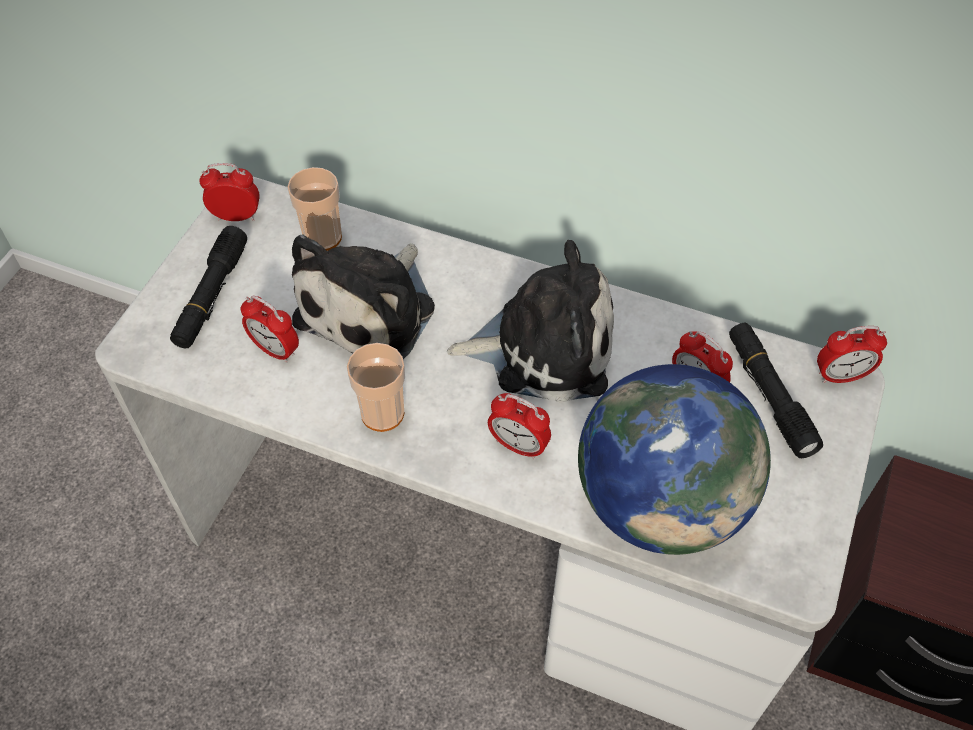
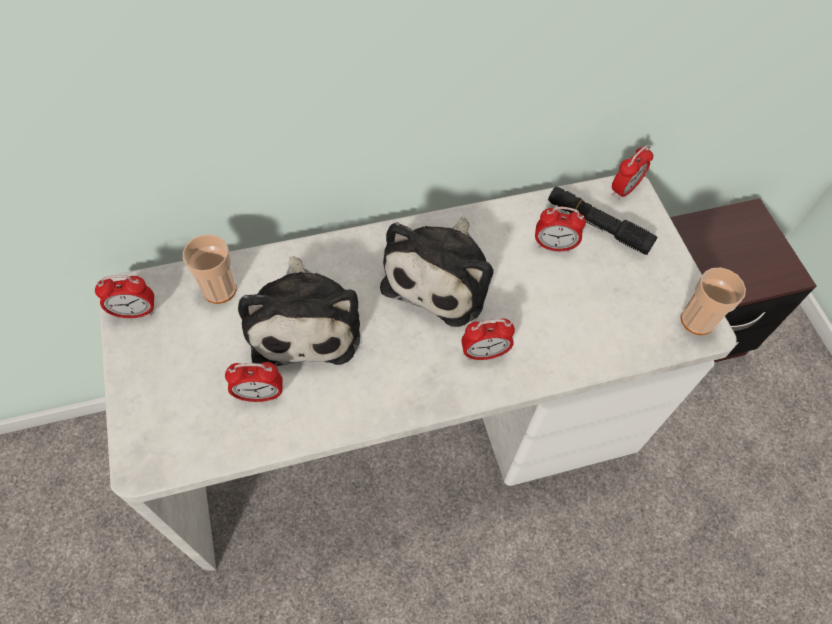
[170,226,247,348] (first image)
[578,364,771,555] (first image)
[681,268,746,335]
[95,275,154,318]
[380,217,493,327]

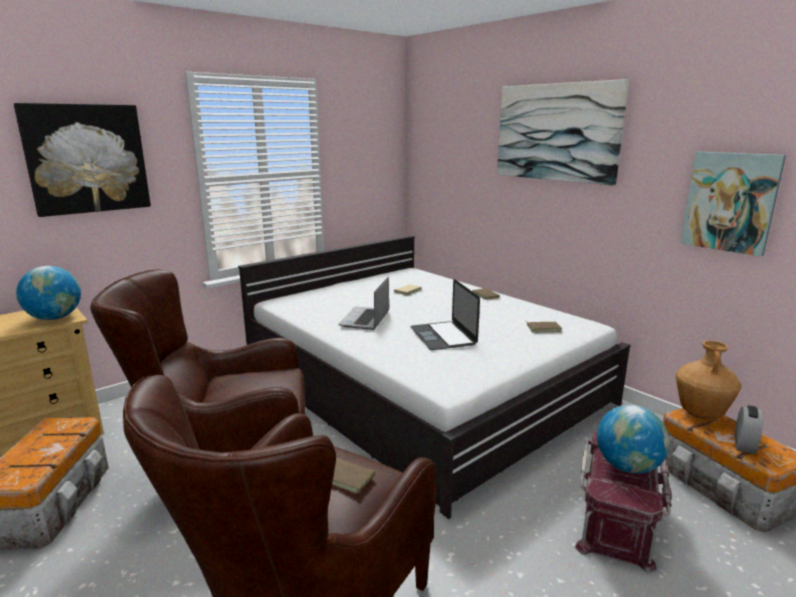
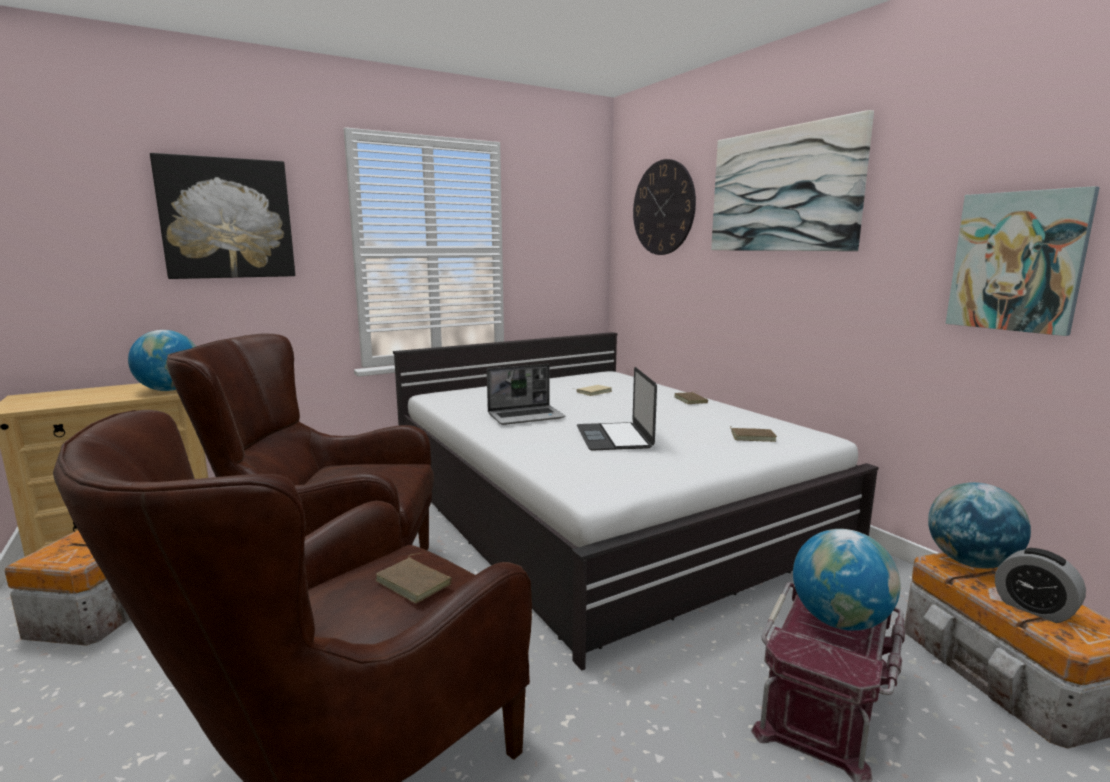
[633,159,696,255]
[928,482,1031,569]
[487,364,566,425]
[995,548,1086,623]

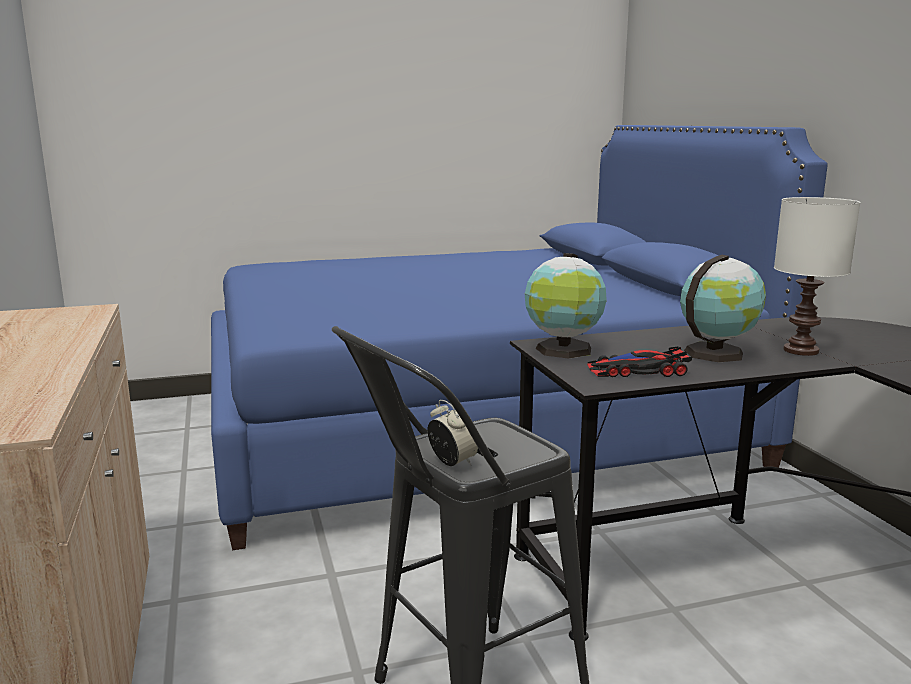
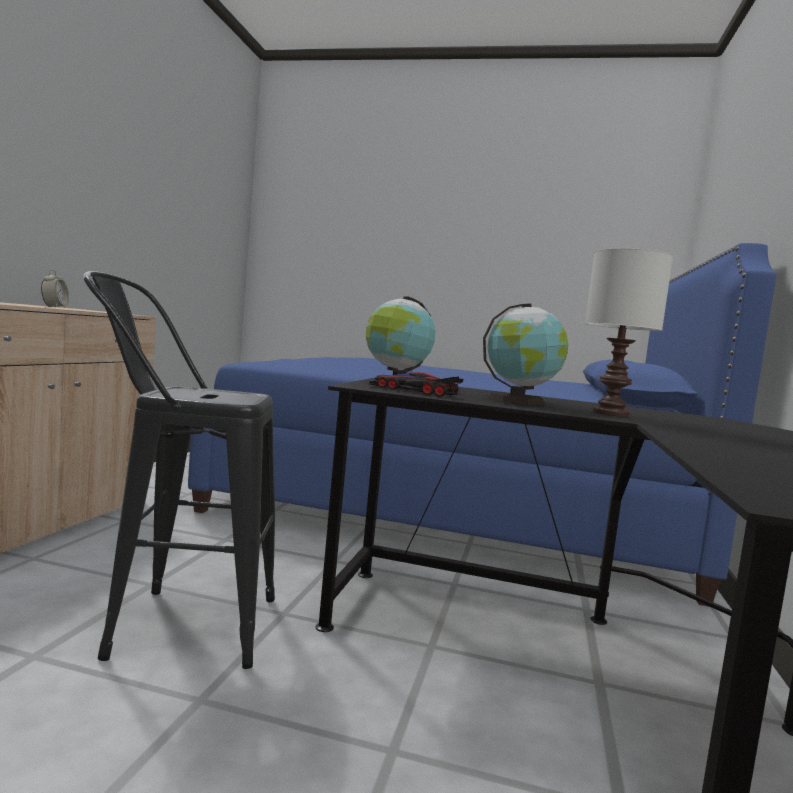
[41,269,69,308]

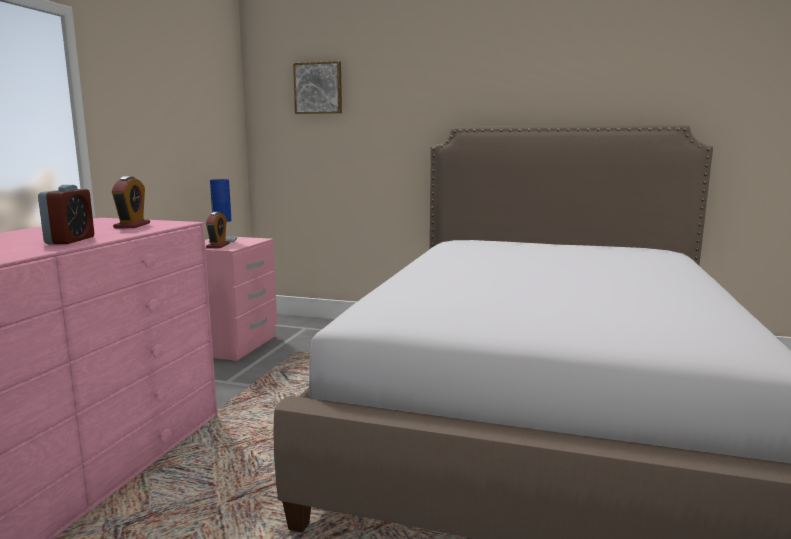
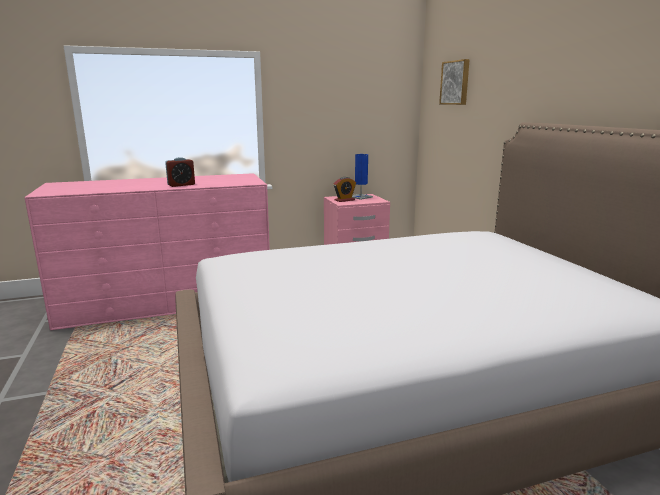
[112,176,150,228] (first image)

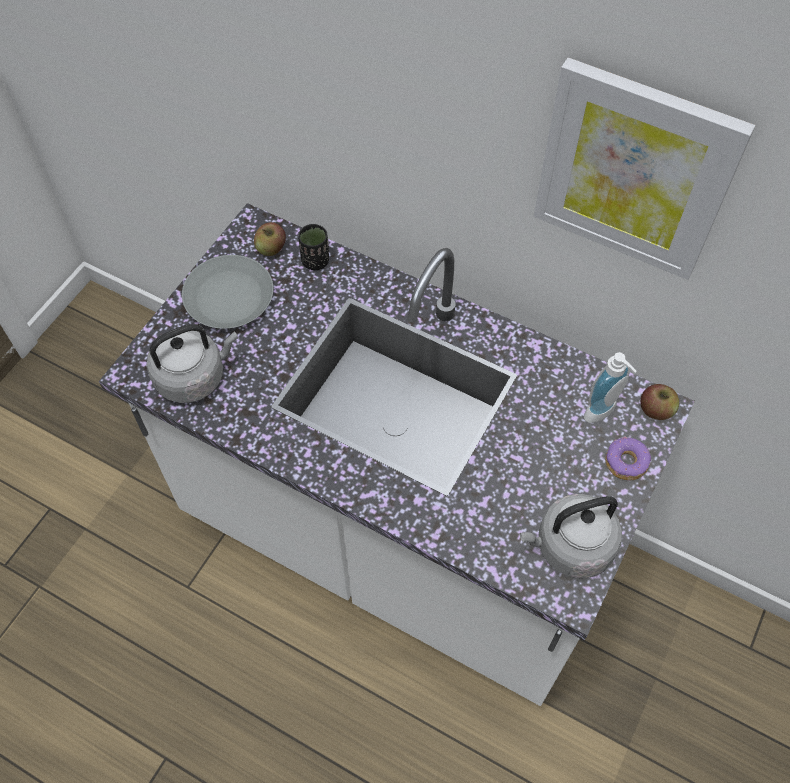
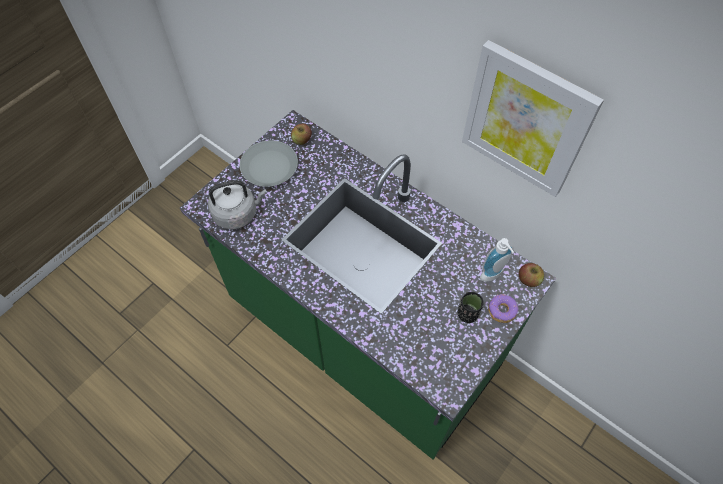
[519,494,622,578] (first image)
[458,292,484,323]
[180,110,556,460]

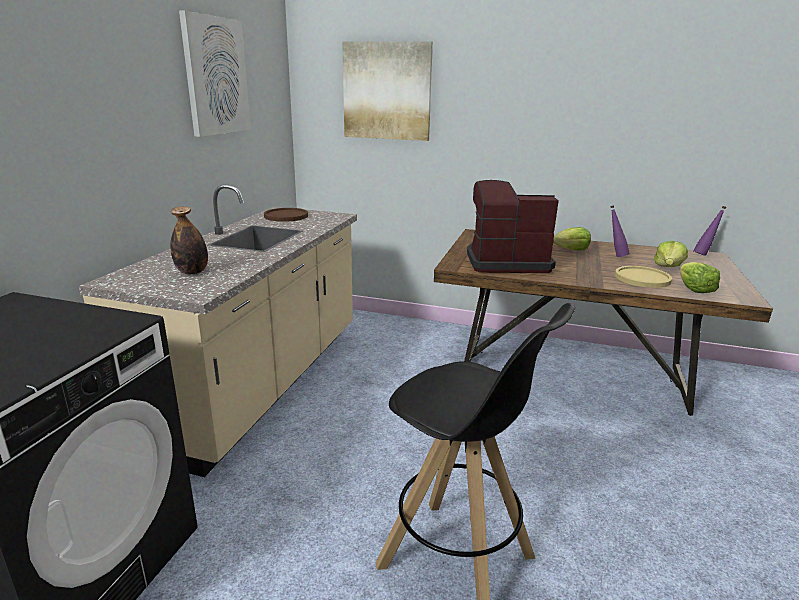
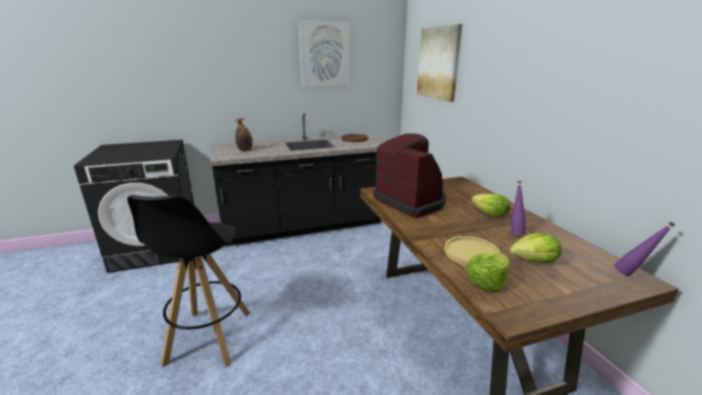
[210,113,383,246]

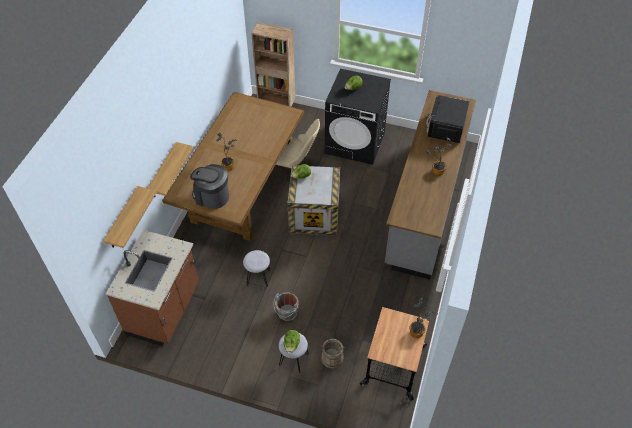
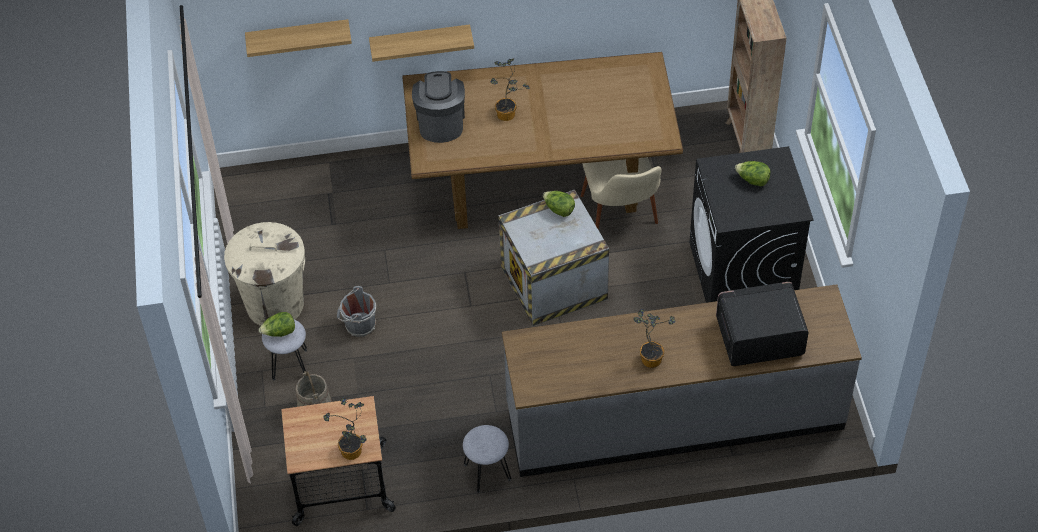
[106,230,199,346] (first image)
[224,222,305,326]
[463,425,511,493]

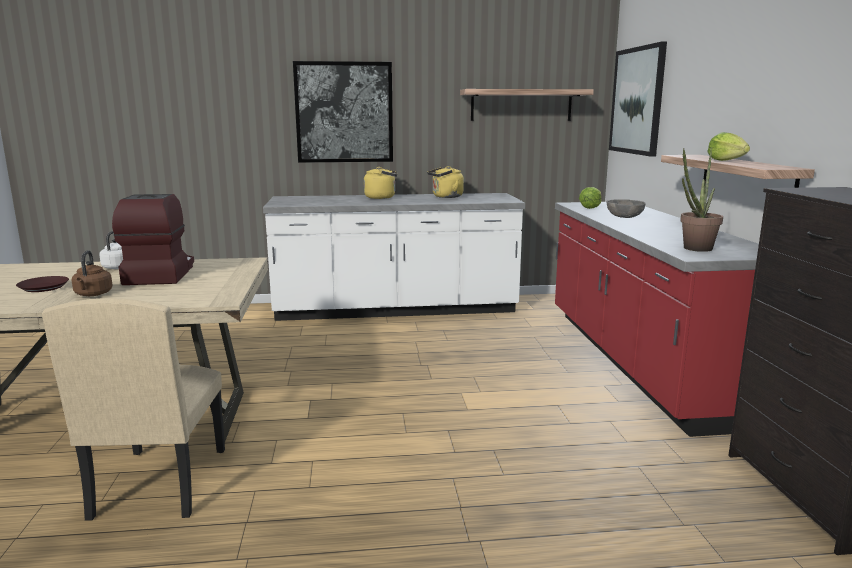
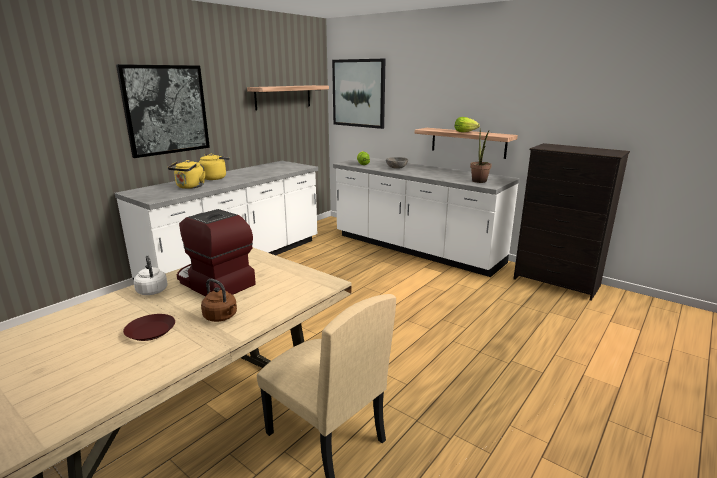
[168,160,206,189]
[333,158,520,277]

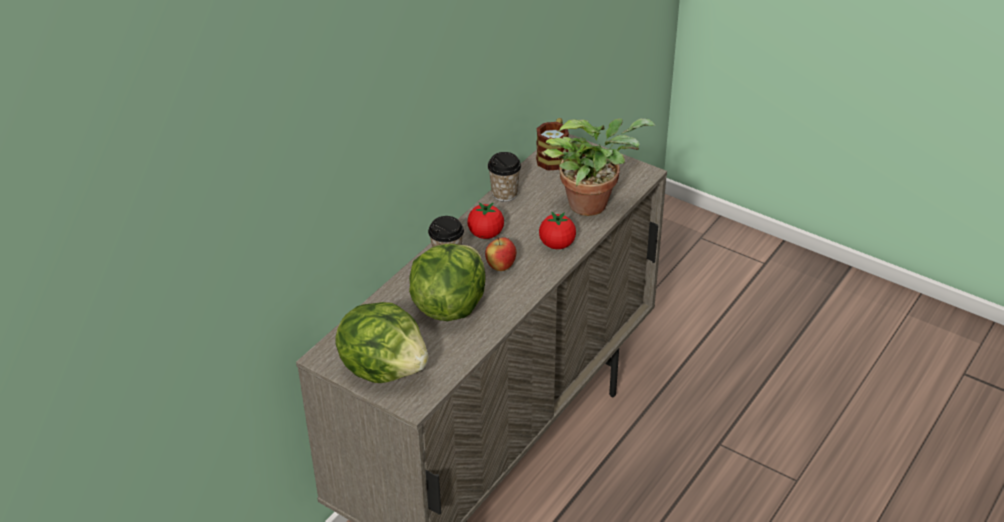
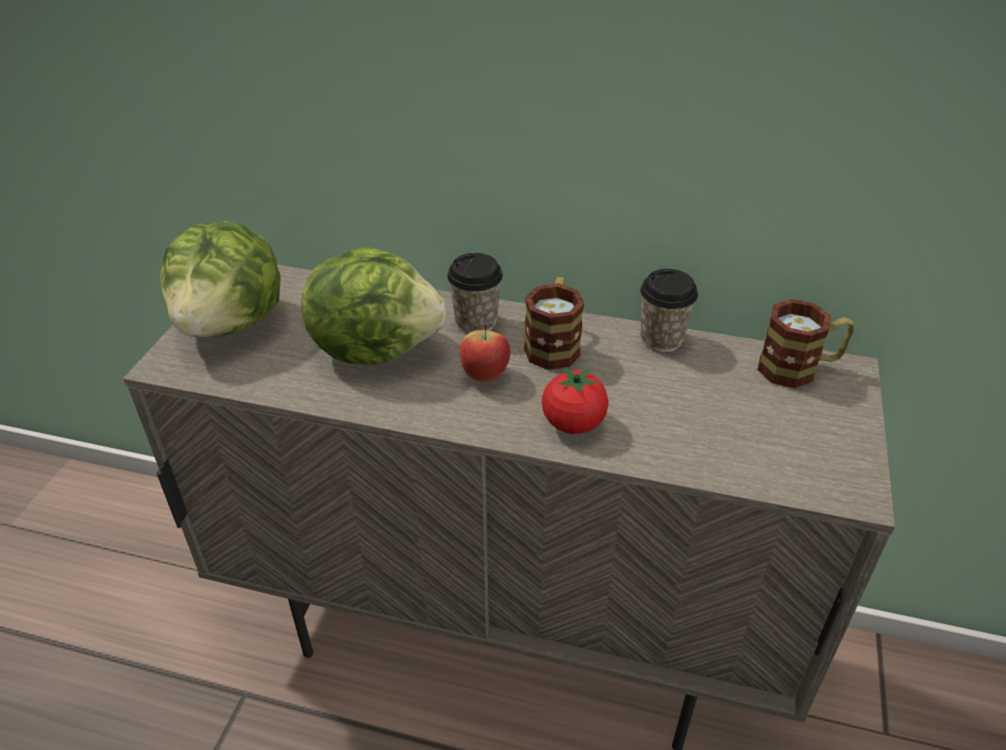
[543,118,656,216] (first image)
[524,277,584,370]

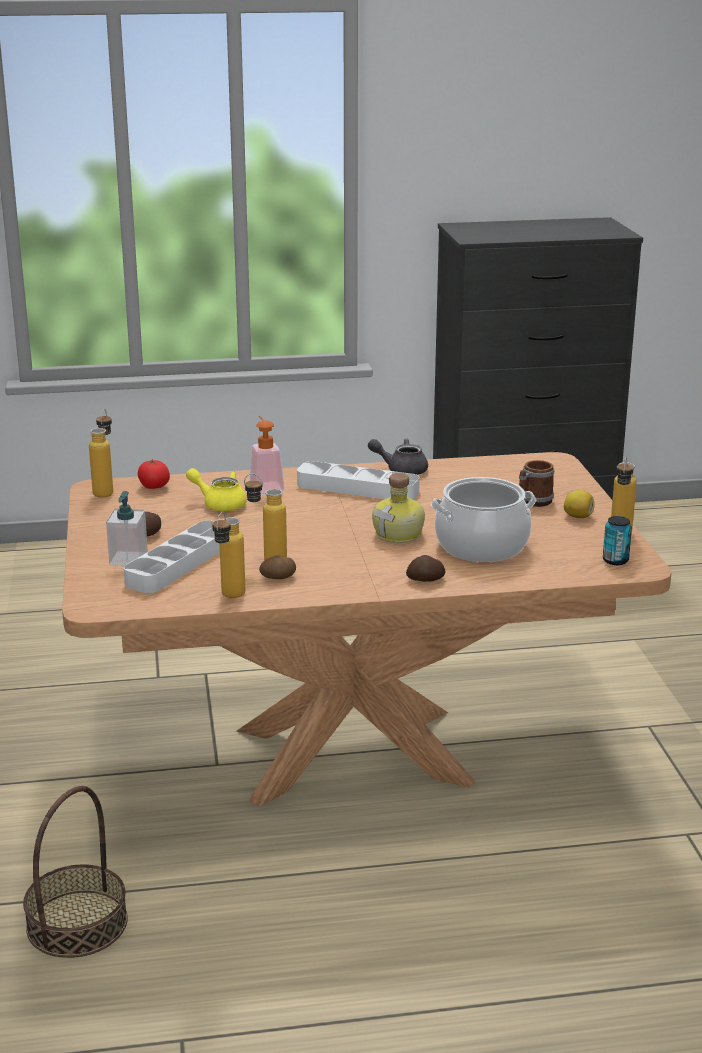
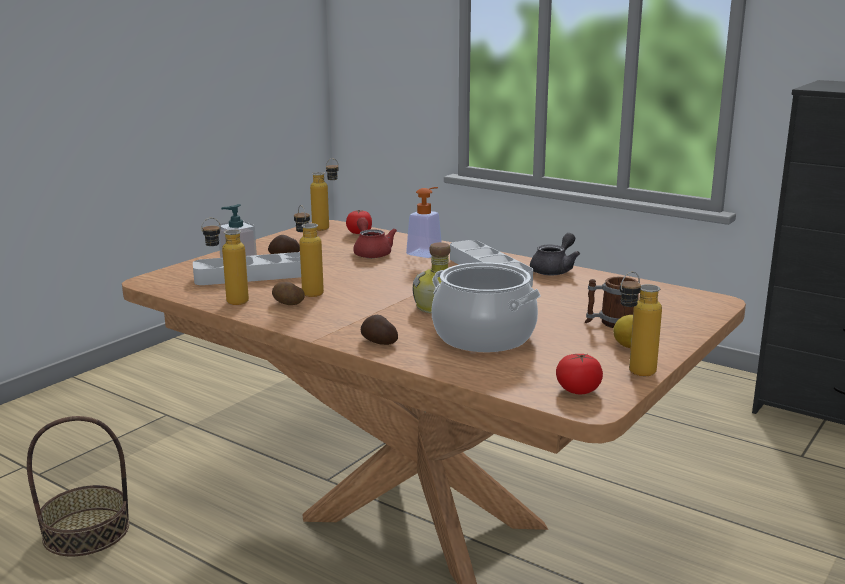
[556,354,603,394]
[353,217,397,258]
[530,233,580,276]

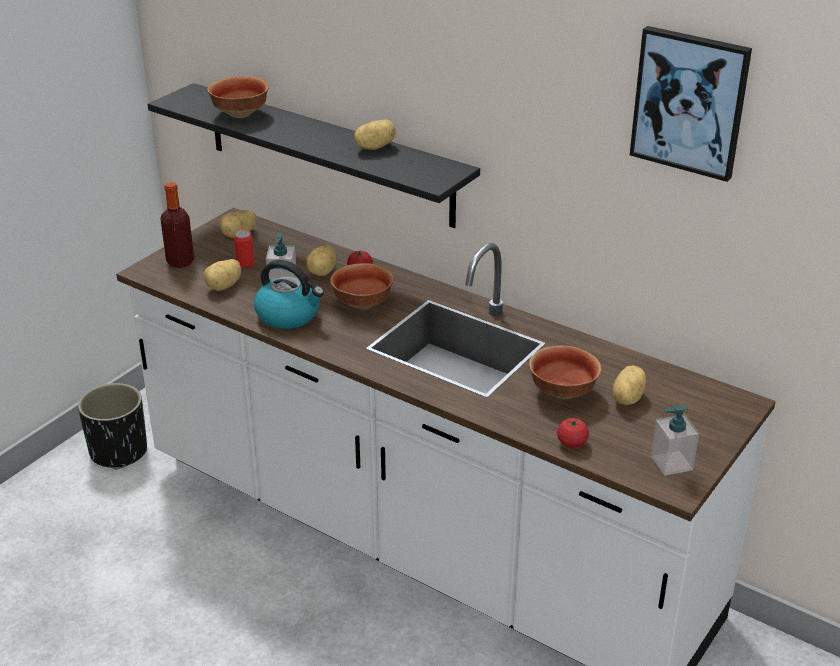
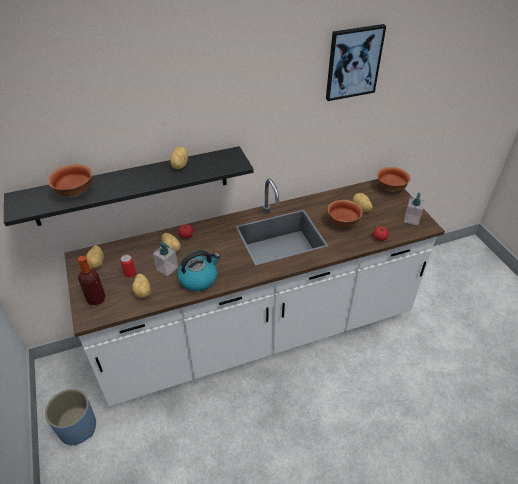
[377,167,411,192]
[45,389,96,445]

